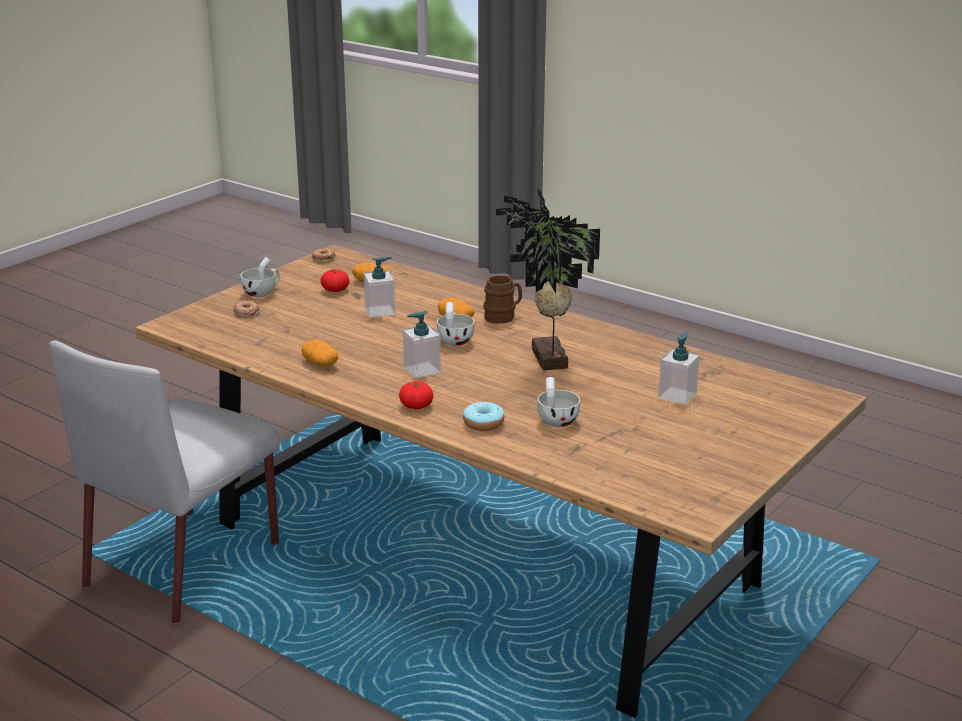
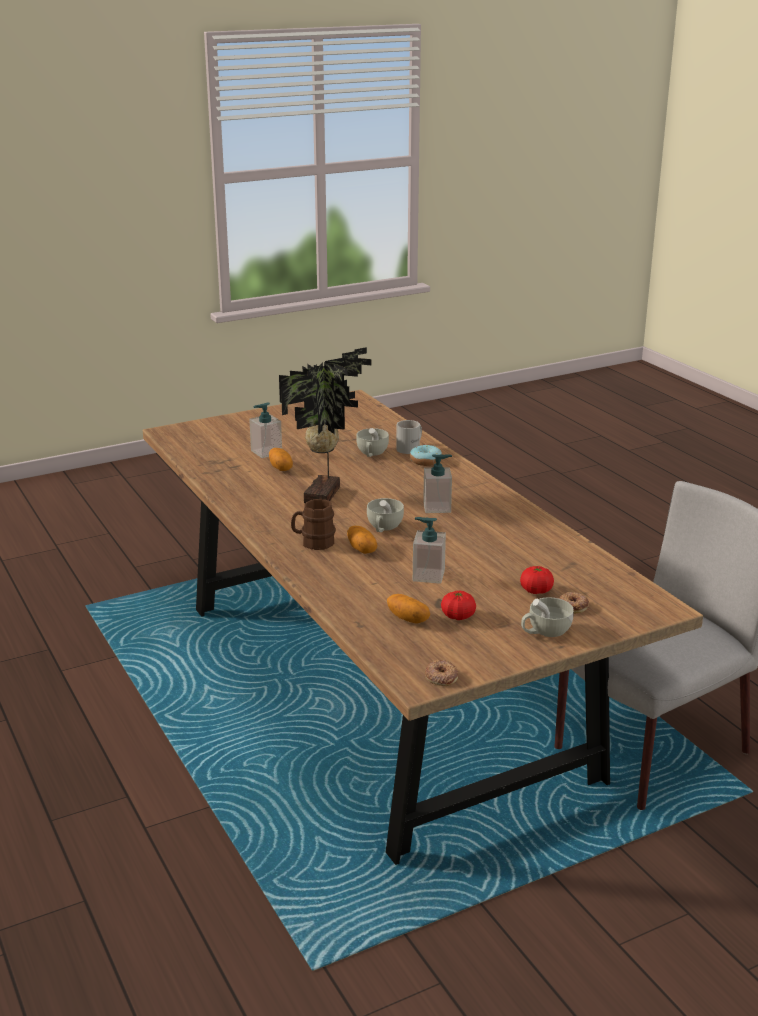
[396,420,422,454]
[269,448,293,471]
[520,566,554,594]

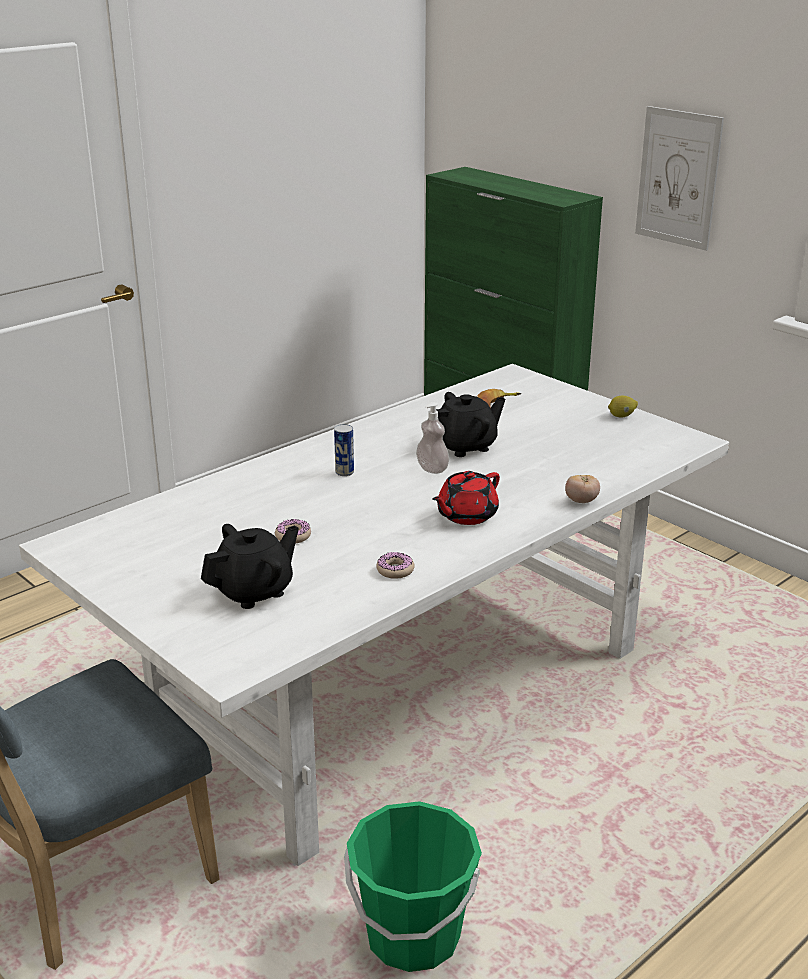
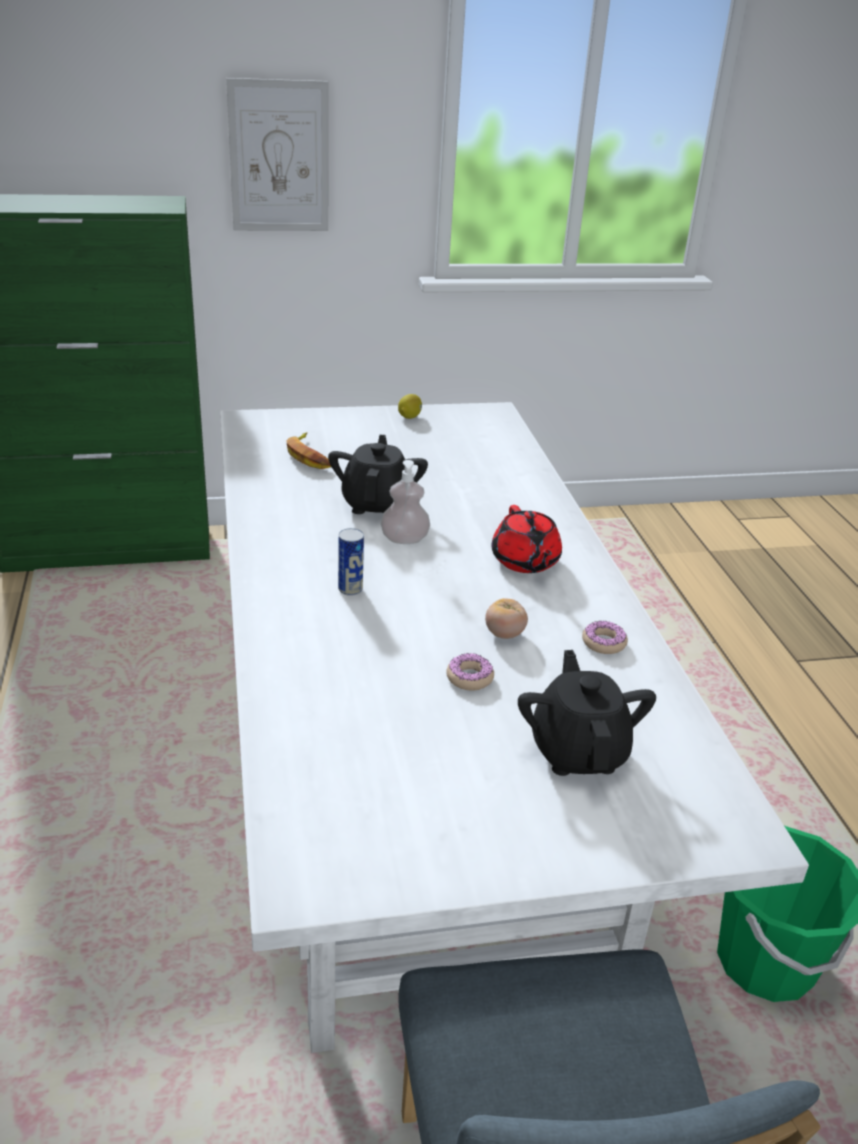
[485,598,528,639]

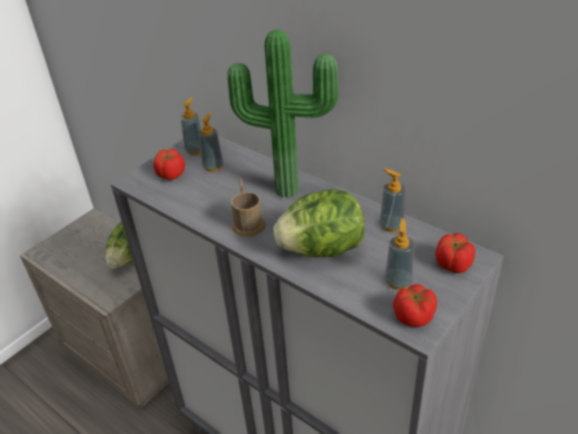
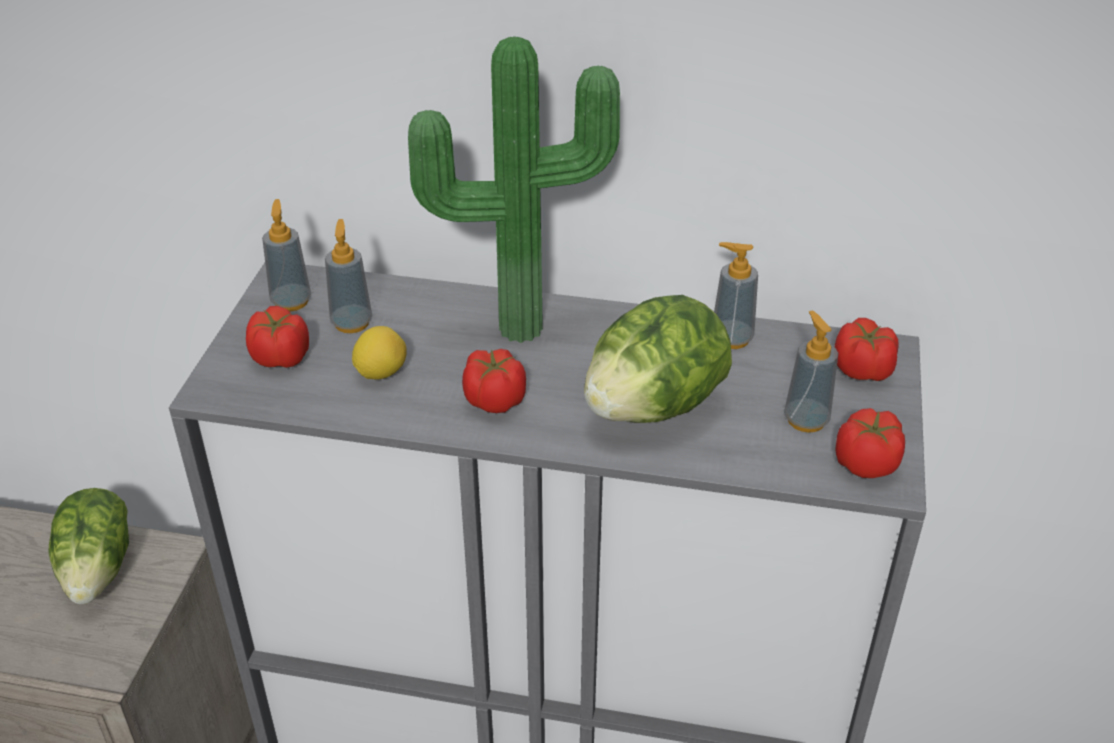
[352,326,407,380]
[462,349,526,413]

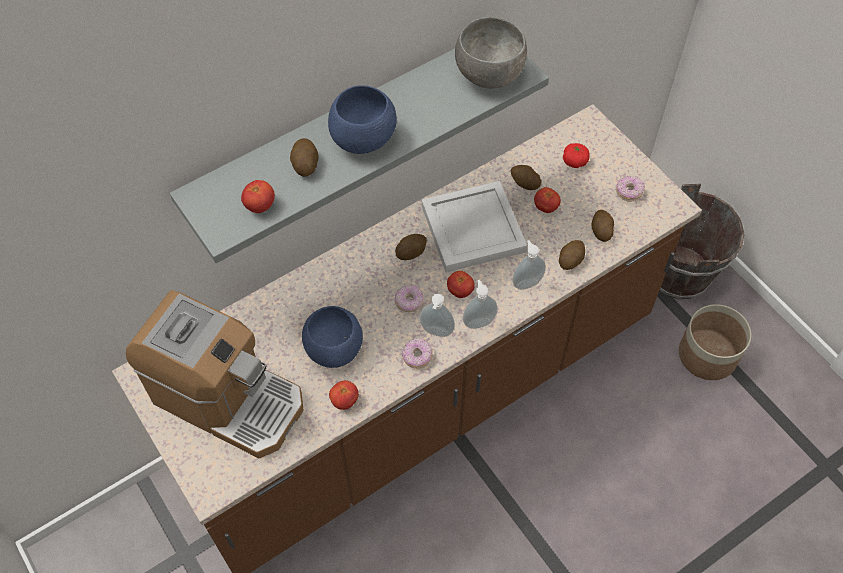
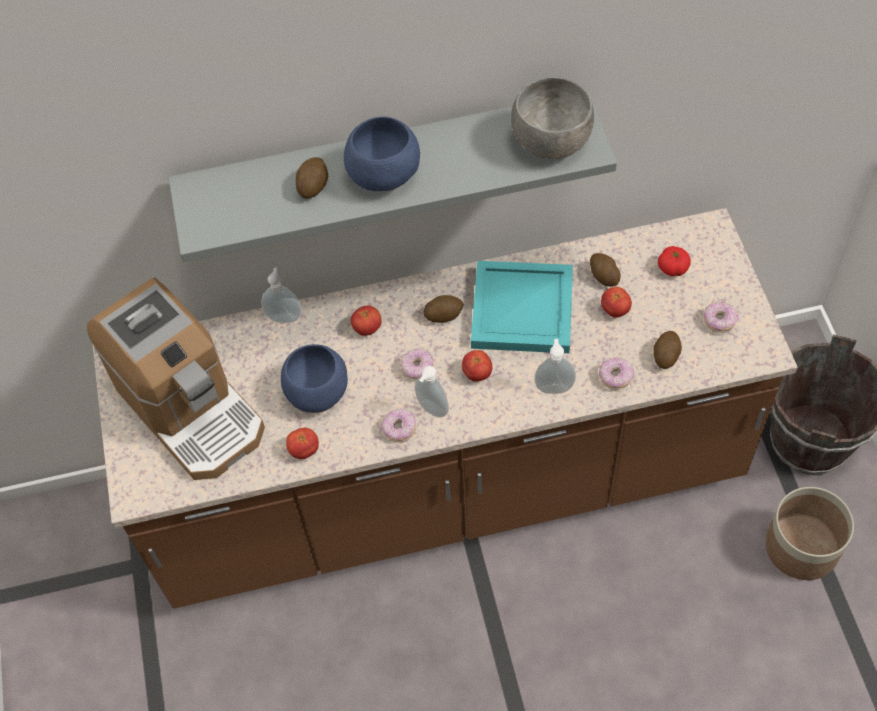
[351,306,382,336]
[261,267,302,323]
[599,358,634,390]
[471,261,573,353]

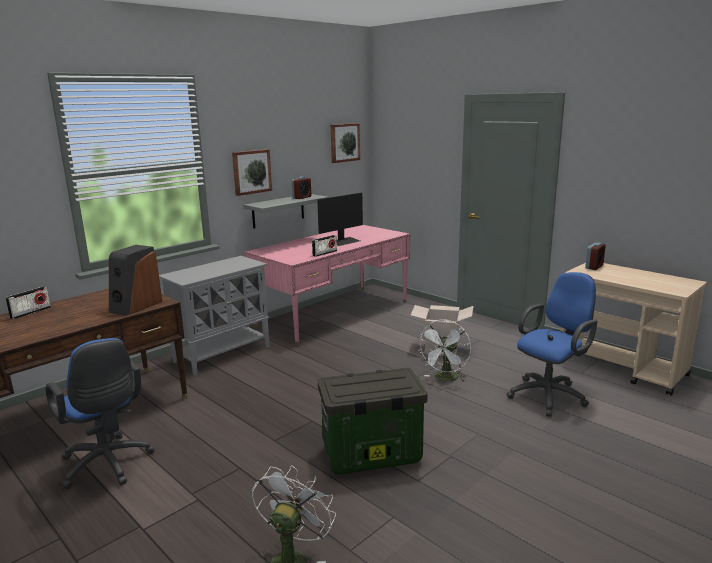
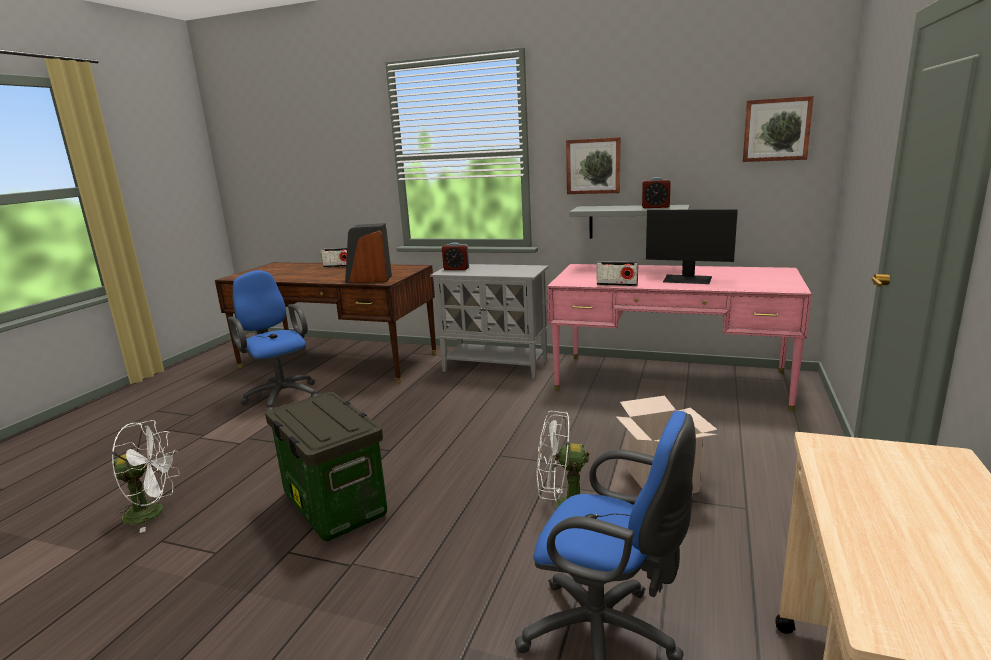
[442,242,469,270]
[228,270,319,411]

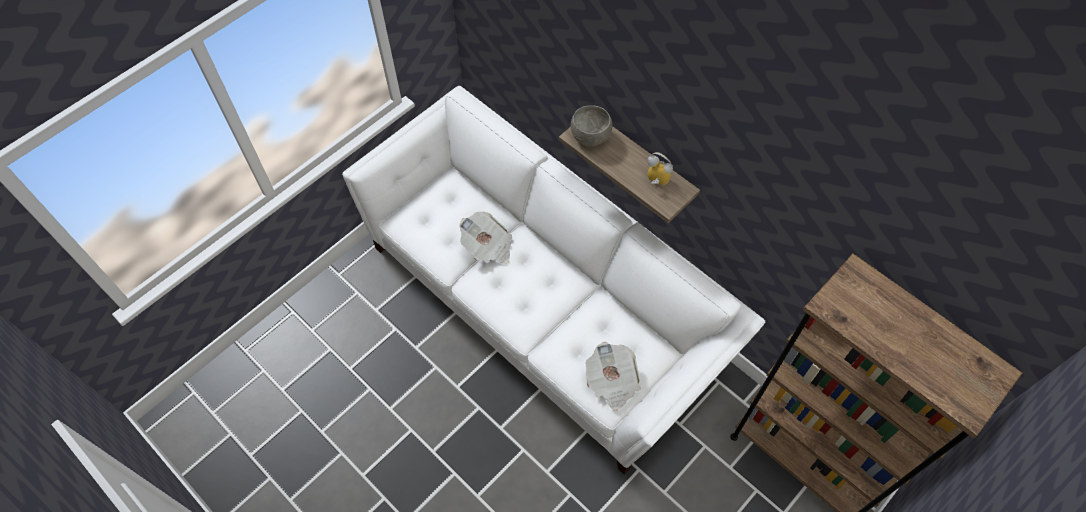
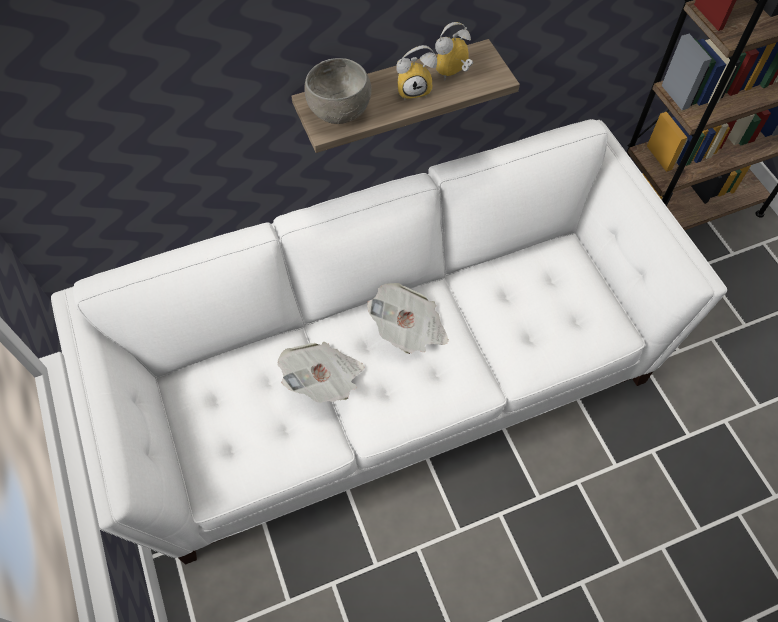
[396,45,437,100]
[367,283,449,354]

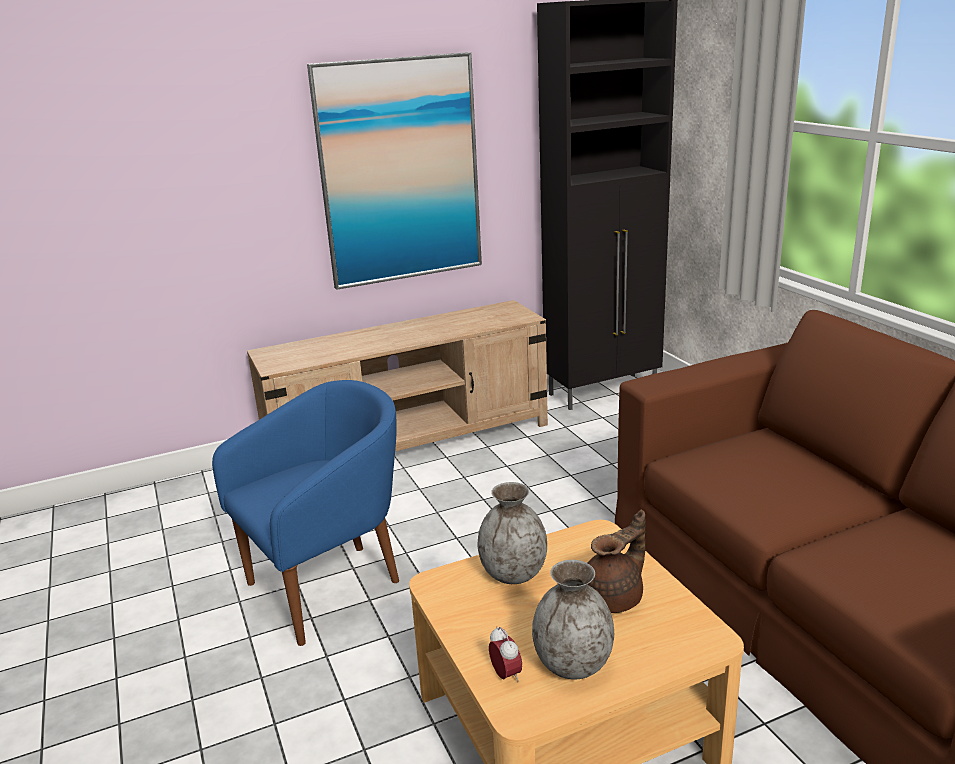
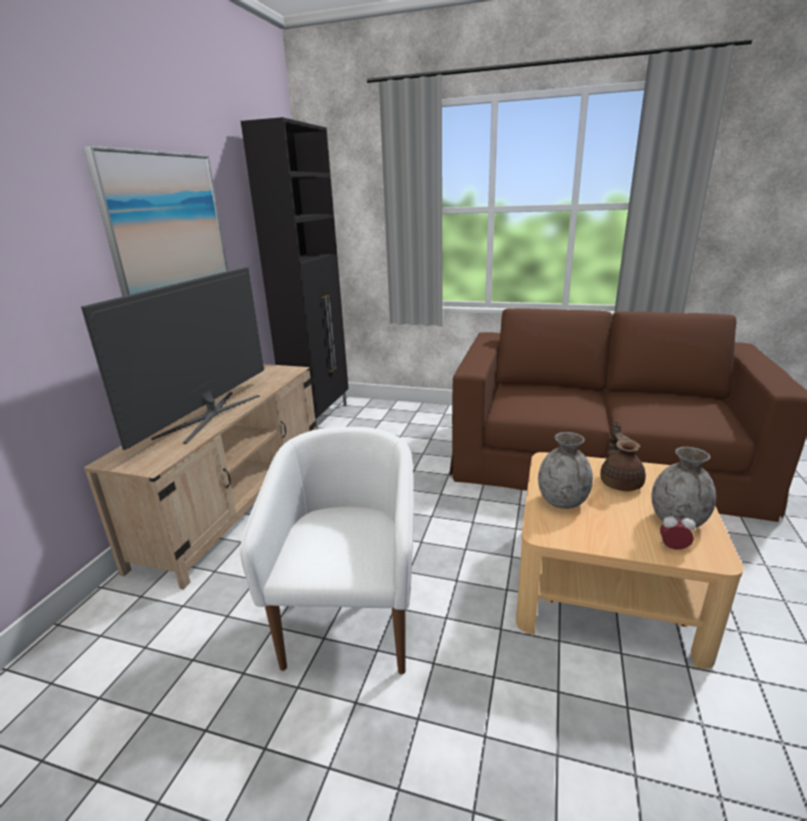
[81,266,264,450]
[240,427,413,674]

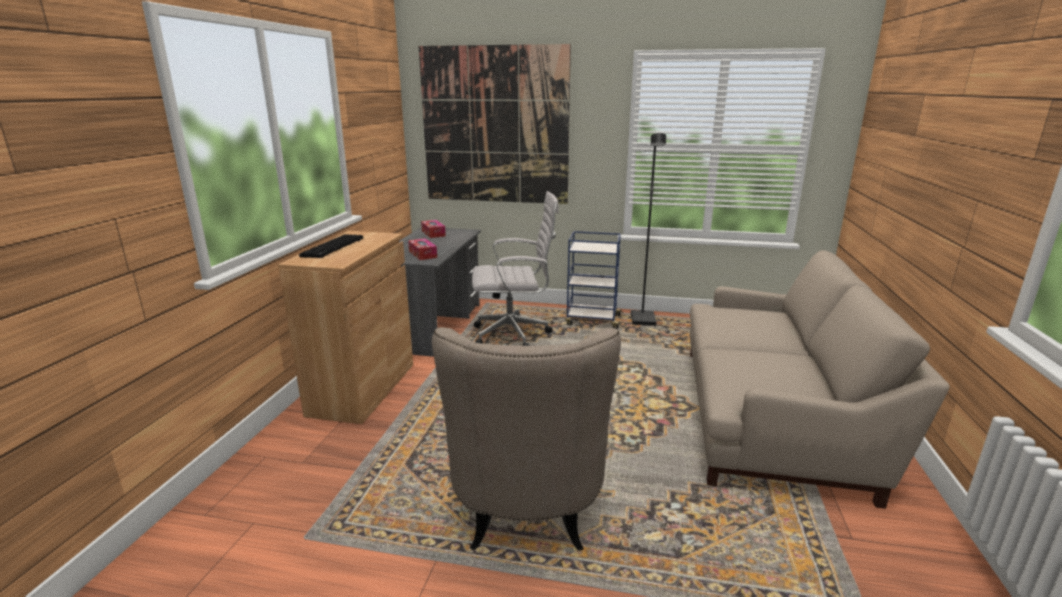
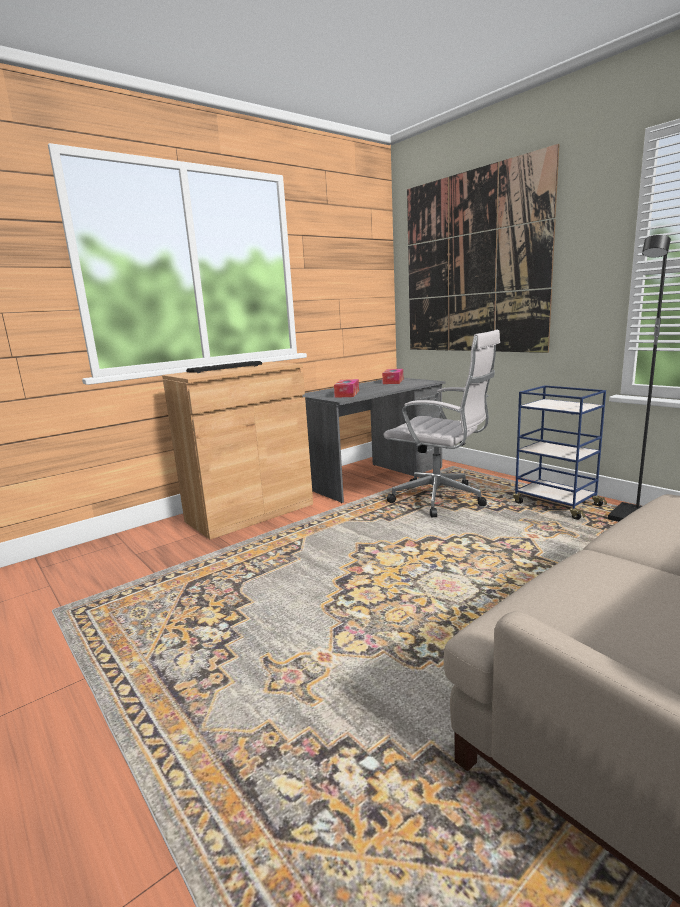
[432,327,621,551] (first image)

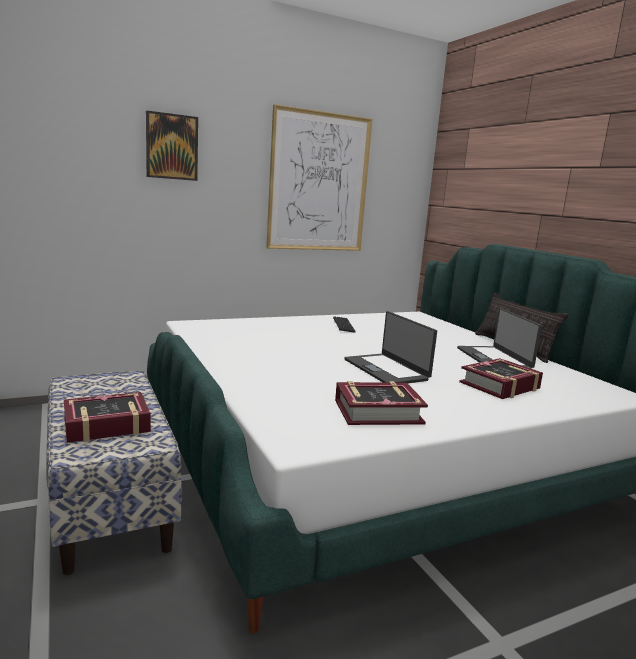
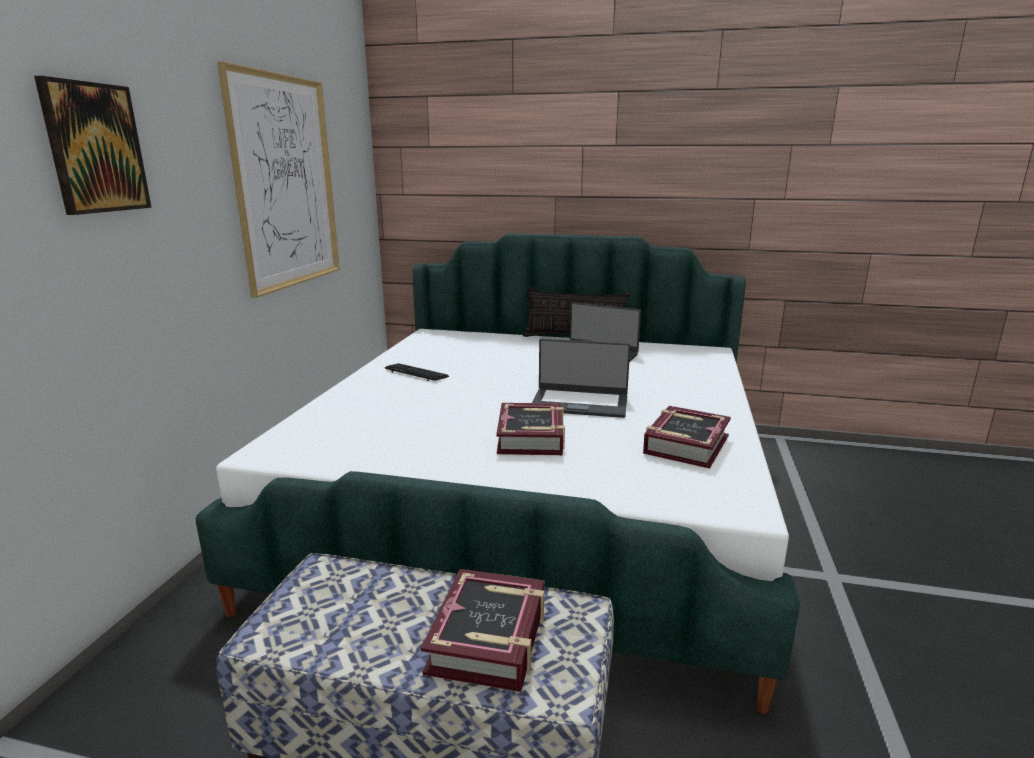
[496,403,565,455]

